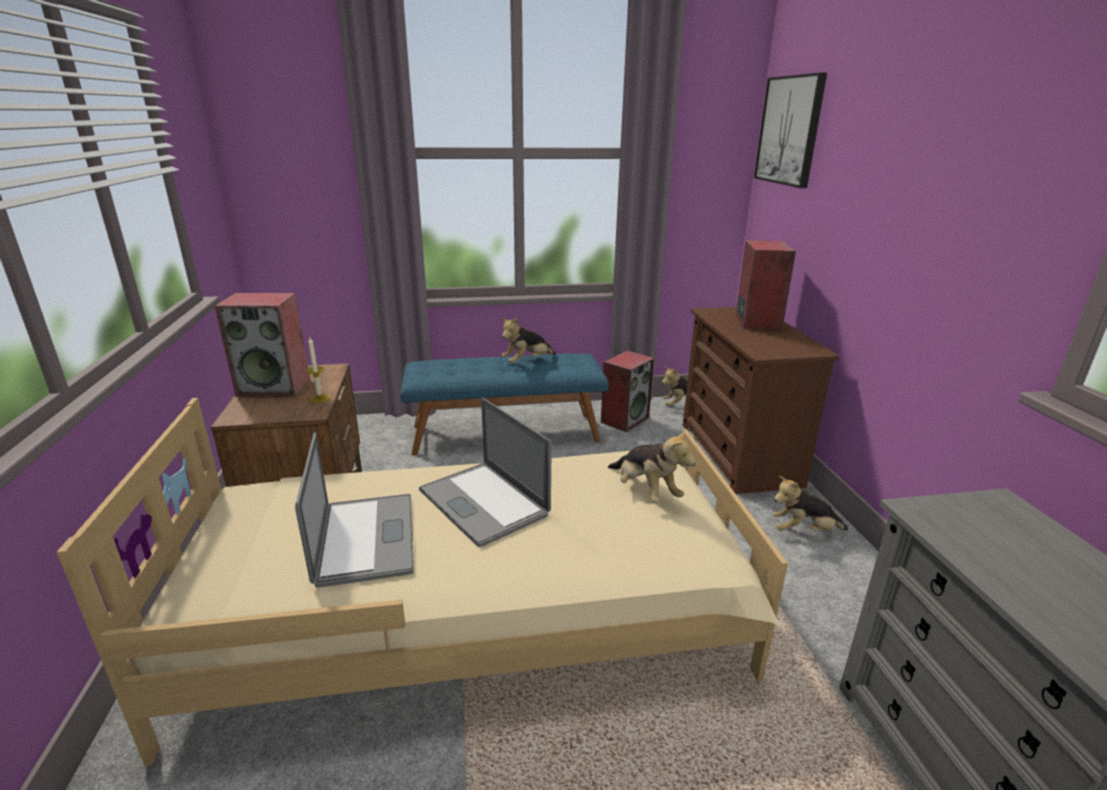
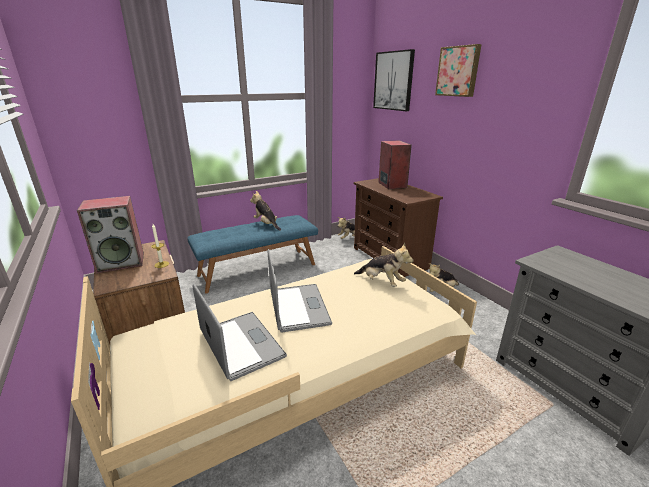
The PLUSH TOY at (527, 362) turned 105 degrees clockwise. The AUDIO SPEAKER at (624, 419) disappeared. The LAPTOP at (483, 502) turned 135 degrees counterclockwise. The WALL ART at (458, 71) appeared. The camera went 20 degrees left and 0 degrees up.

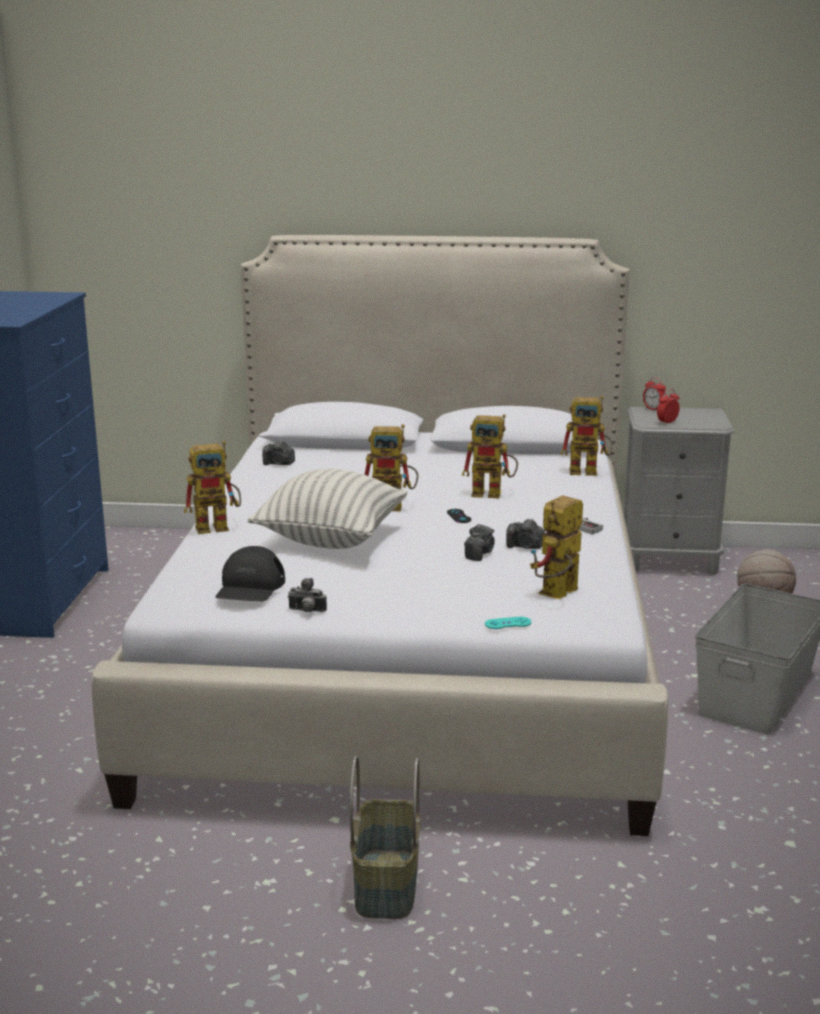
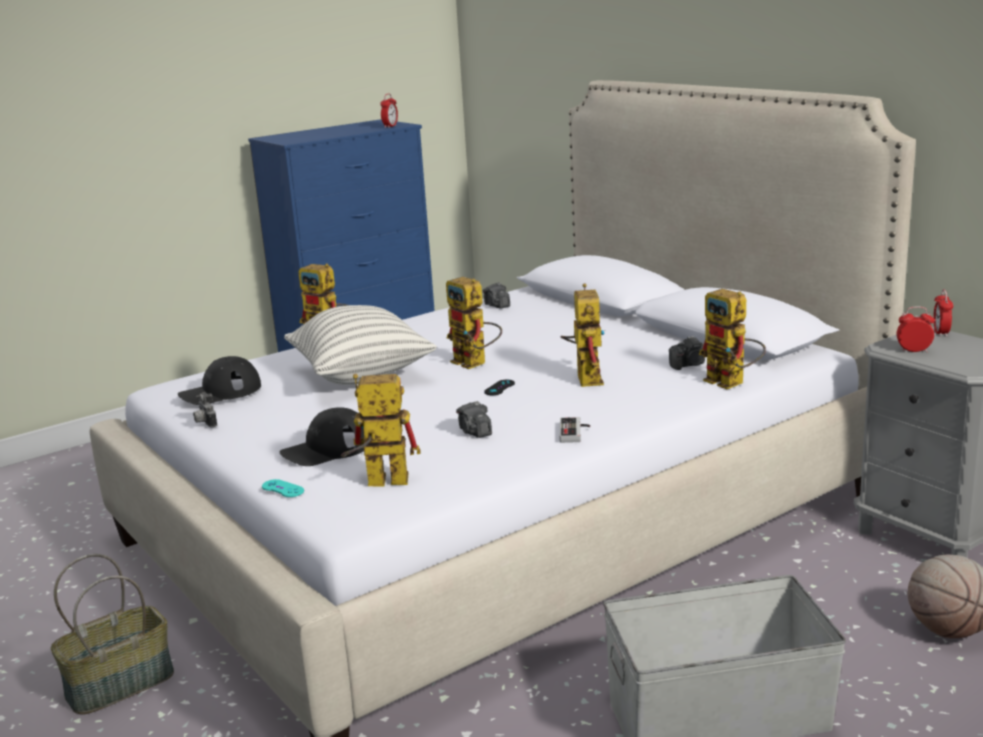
The MODEL ROBOT at (493, 493) turned 150 degrees counterclockwise. The STILL CAMERA moved from (479, 554) to (689, 365). The BEDSIDE CLOCK at (390, 126) appeared. The BLACK PEAKED CAP at (327, 449) appeared. The camera went 50 degrees right and 0 degrees up.

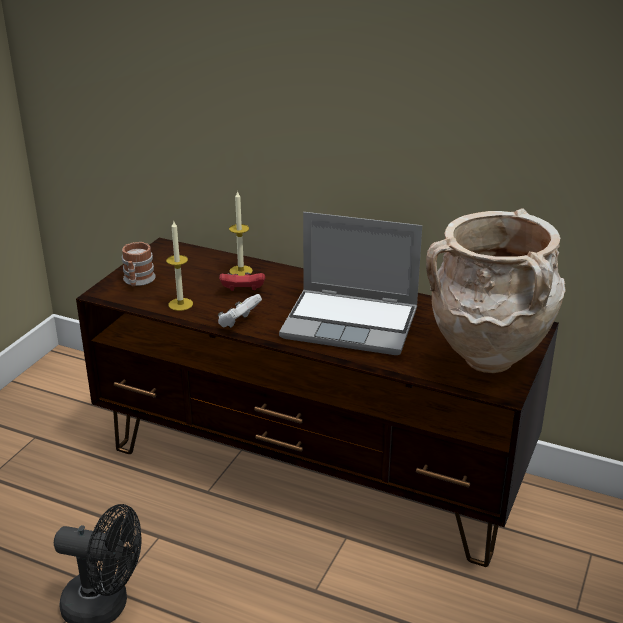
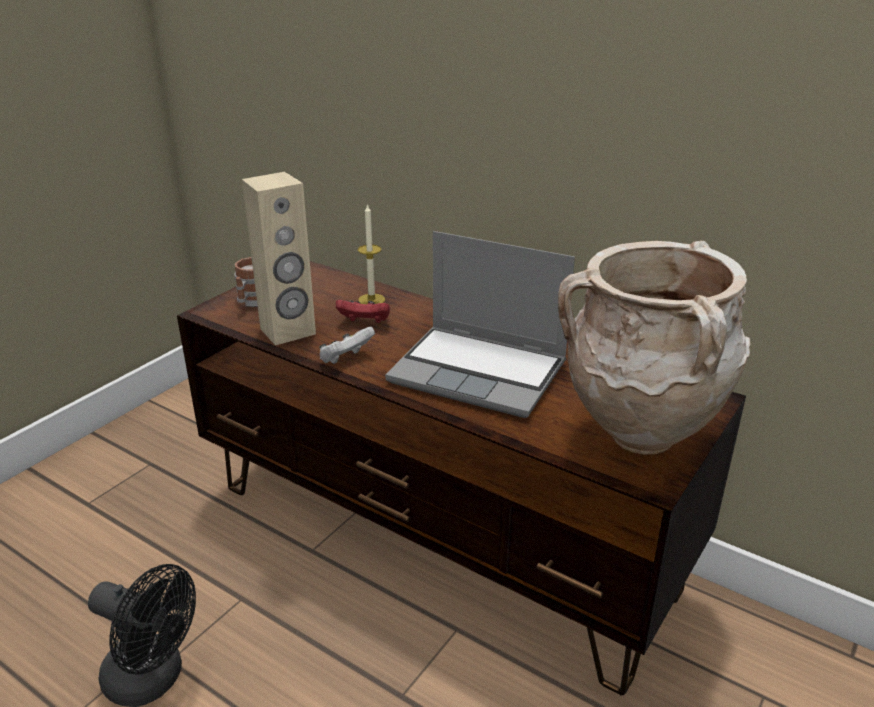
The CANDLE at (180, 304) was replaced by the BEIGE-COLOURED AUDIO SPEAKER at (288, 331). The camera went 10 degrees right and 0 degrees up.

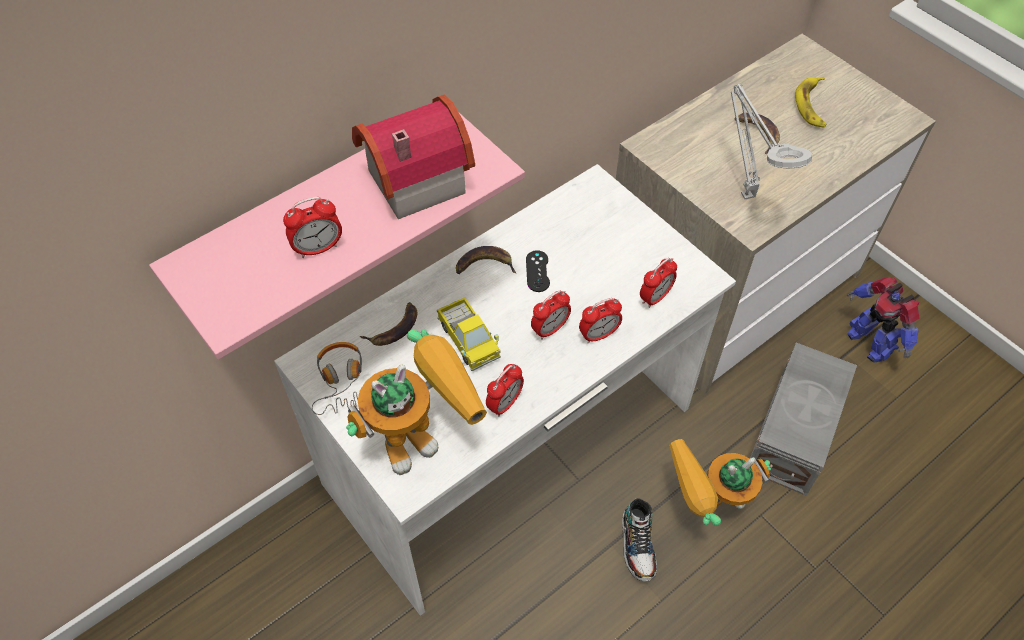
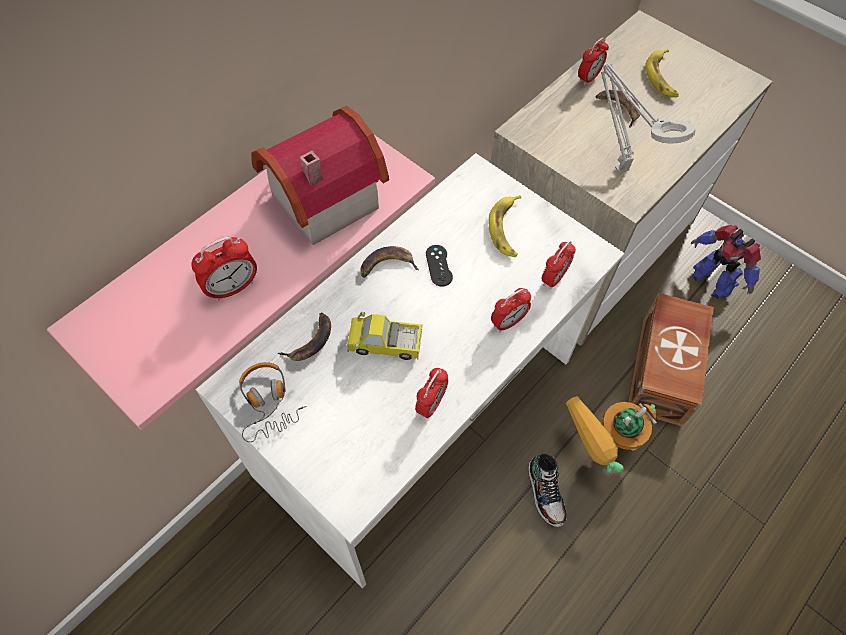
The BEDSIDE CLOCK moved from (550, 329) to (588, 78). The TOY LORRY at (468, 340) turned 135 degrees clockwise. The MODEL ROBOT at (422, 432) disappeared. The GRAY STORAGE BOX at (795, 432) became the BROWN-COLOURED STORAGE BOX at (663, 370). The WHOLE BANANA at (506, 229) appeared. The camera went 10 degrees left and 5 degrees up.

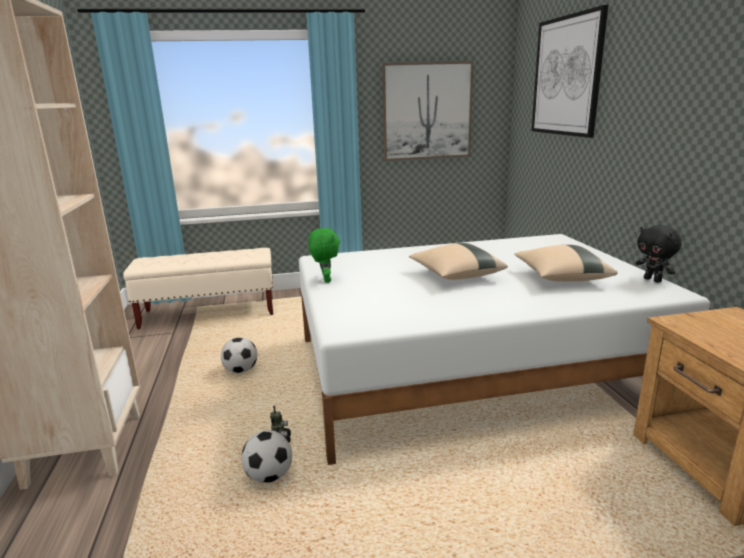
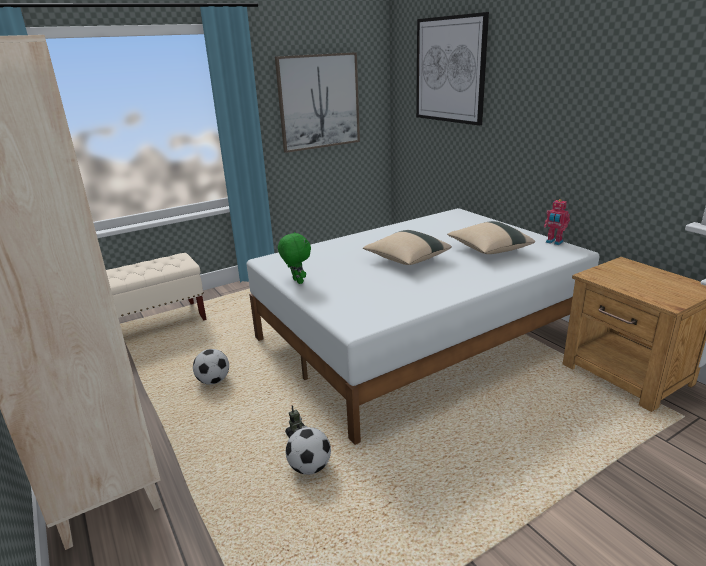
The BLACK PLUSH TOY at (653, 280) was replaced by the MODEL ROBOT at (554, 242). The camera went 20 degrees left and 5 degrees up.

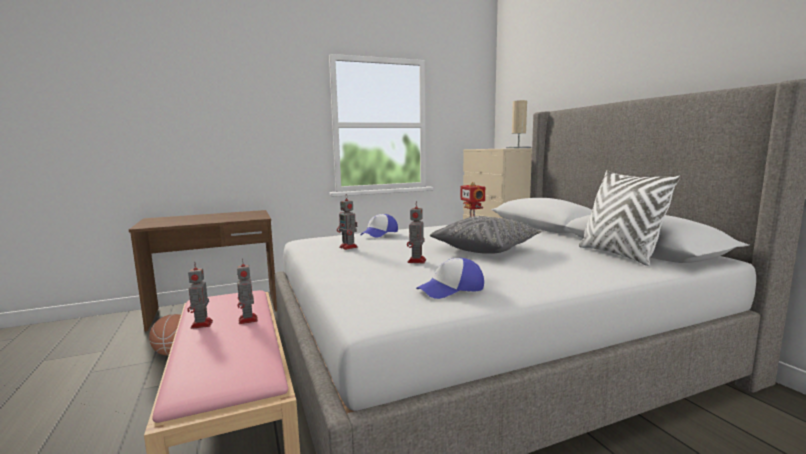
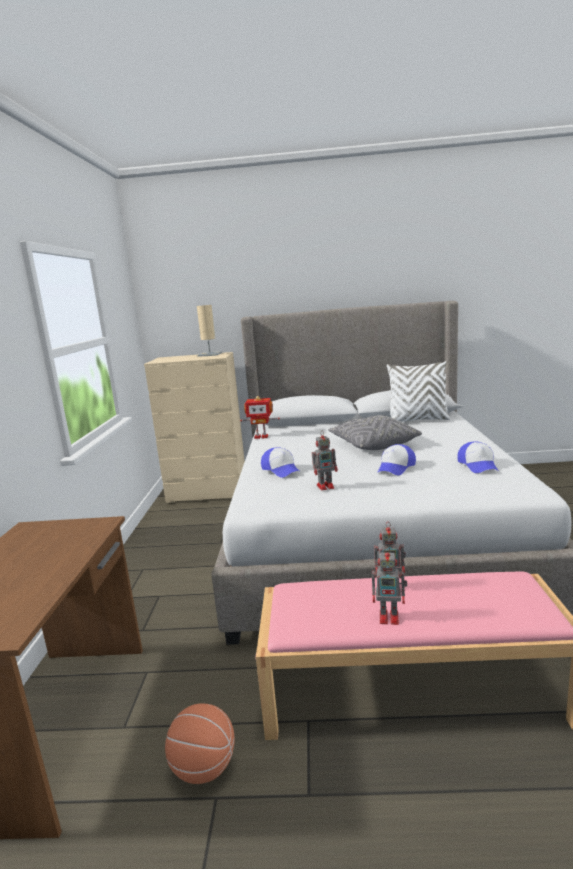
The MODEL ROBOT at (416, 261) was replaced by the PEAKED CAP at (396, 467). The camera went 65 degrees left and 5 degrees up.

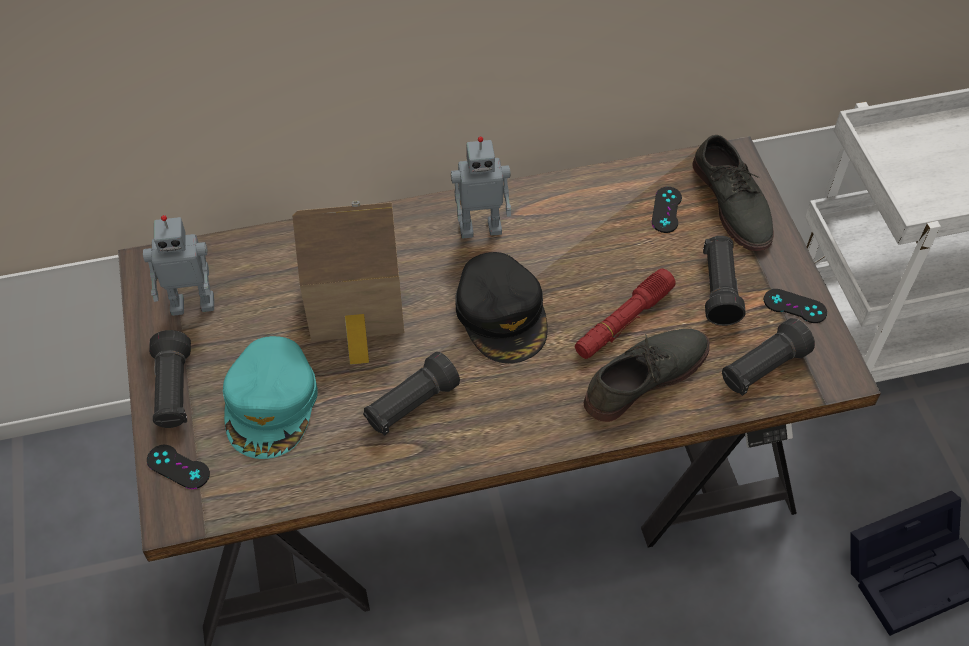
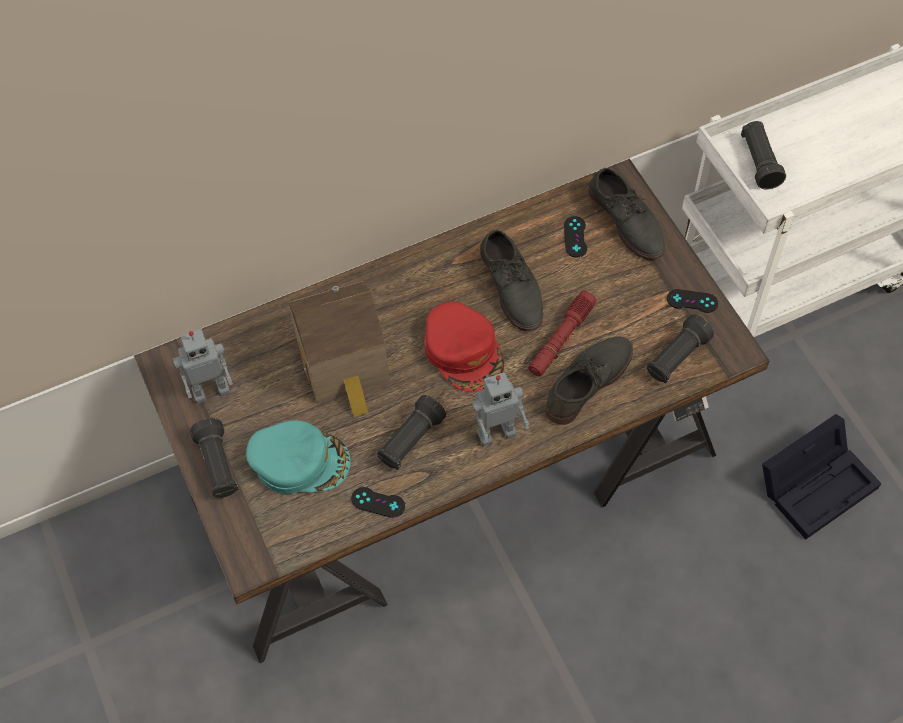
The MODEL ROBOT moved from (480, 227) to (496, 432). The BLACK TORCH moved from (719, 289) to (759, 162). The BLACK PEAKED CAP at (502, 314) became the RED-COLOURED PEAKED CAP at (464, 351). The BLUE-GREEN PEAKED CAP at (271, 403) turned 75 degrees counterclockwise. The BLACK JOYPAD moved from (178, 467) to (378, 502). The GRAY SHOE at (512, 286) appeared. The camera went 10 degrees left and 5 degrees up.

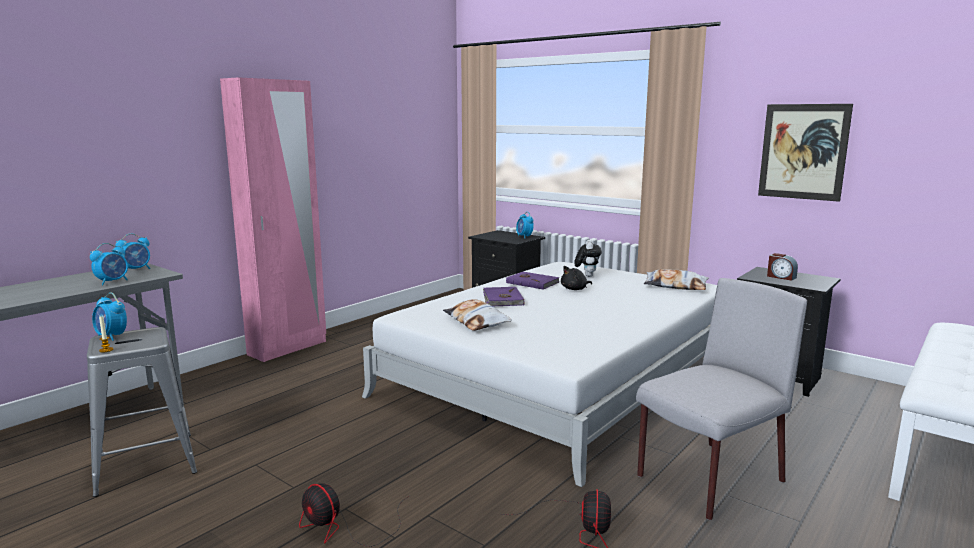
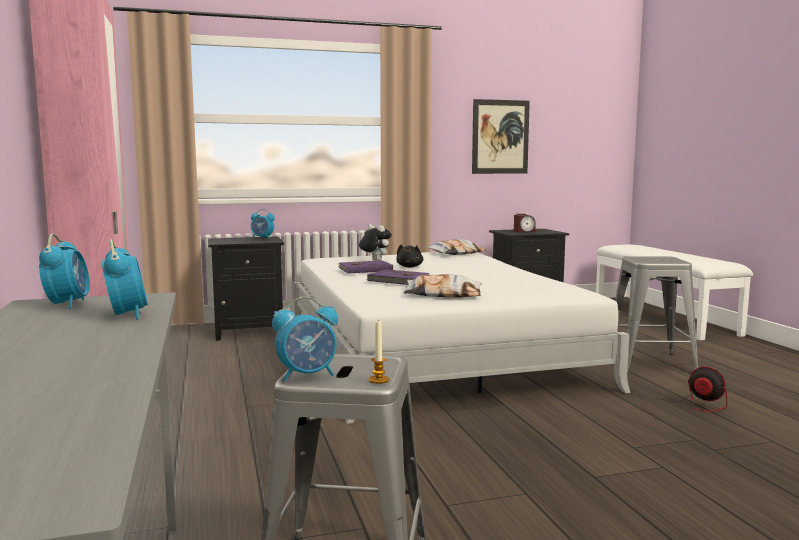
The GRAY UPRIGHT CHAIR at (708, 480) was replaced by the GRAY STOOL at (649, 363). The COOLING FAN at (345, 528) disappeared. The camera went 55 degrees left and 5 degrees down.

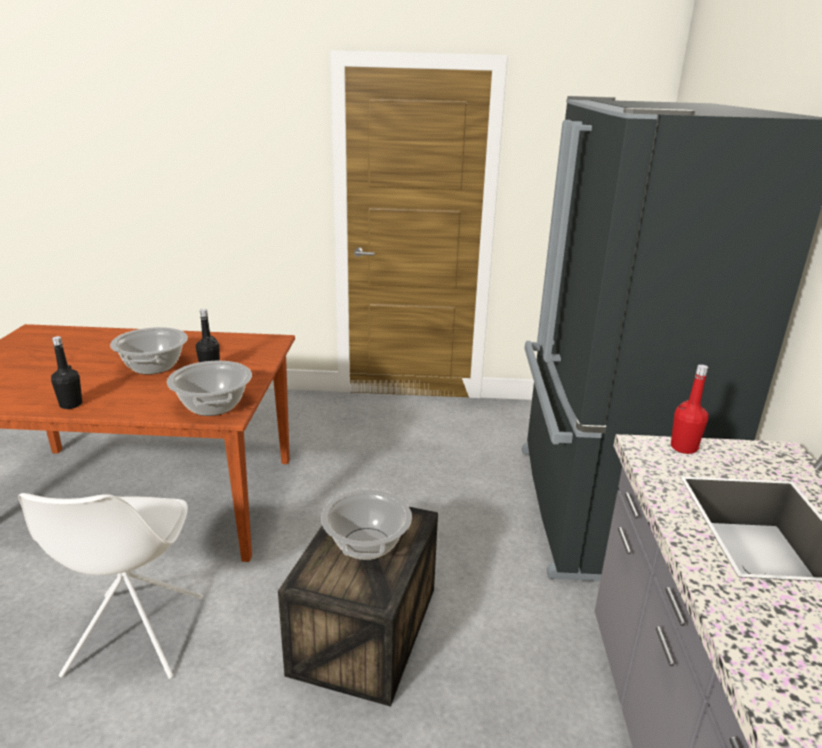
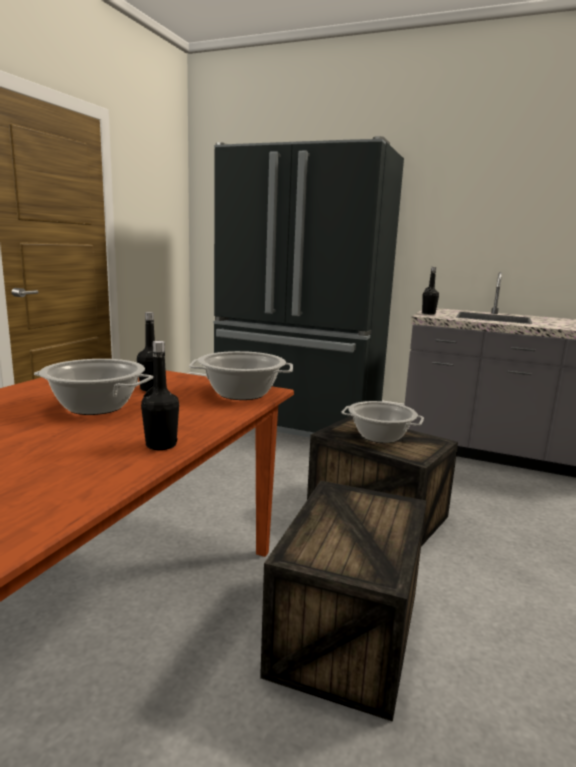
The RED-COLOURED DRINK BOTTLE at (683, 448) became the BLACK DRINK BOTTLE at (428, 313). The WHITE UPRIGHT CHAIR at (135, 637) was replaced by the CRATE at (346, 634). The camera went 70 degrees left and 10 degrees down.

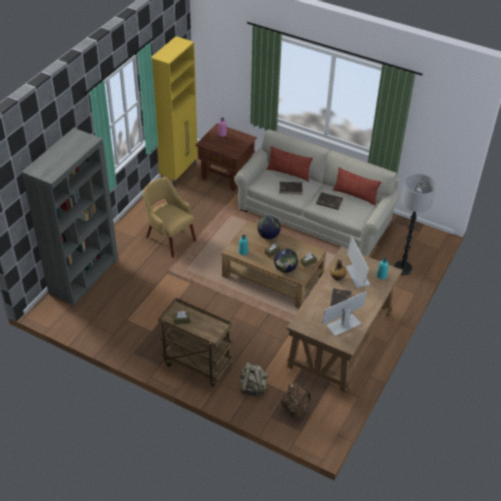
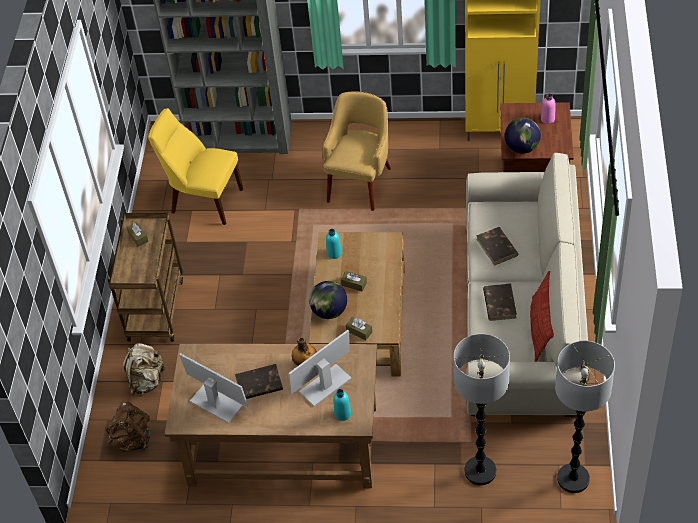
The THROW PILLOW at (288, 173) disappeared. The GLOBE moved from (268, 235) to (522, 148). The YELLOW UPRIGHT CHAIR at (203, 200) appeared. The STANDING LAMP at (573, 479) appeared. The camera went 70 degrees right and 5 degrees up.

